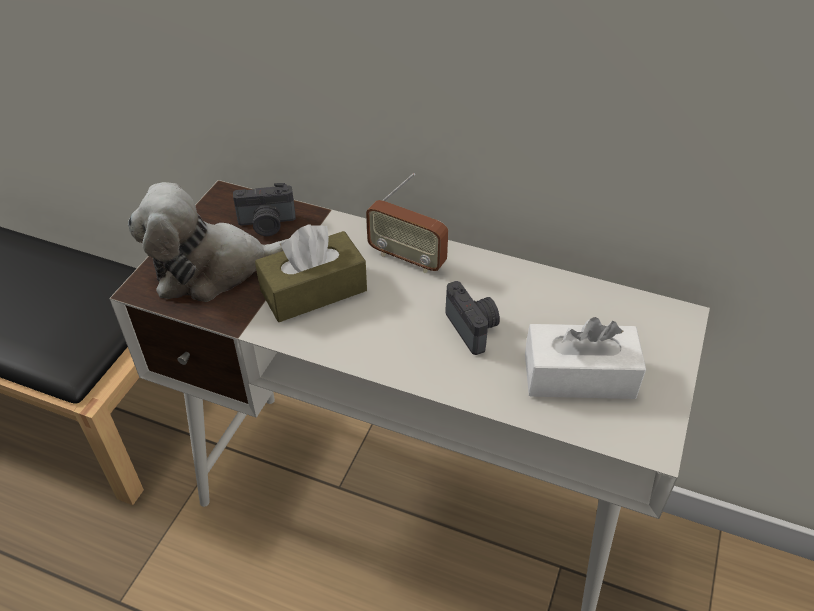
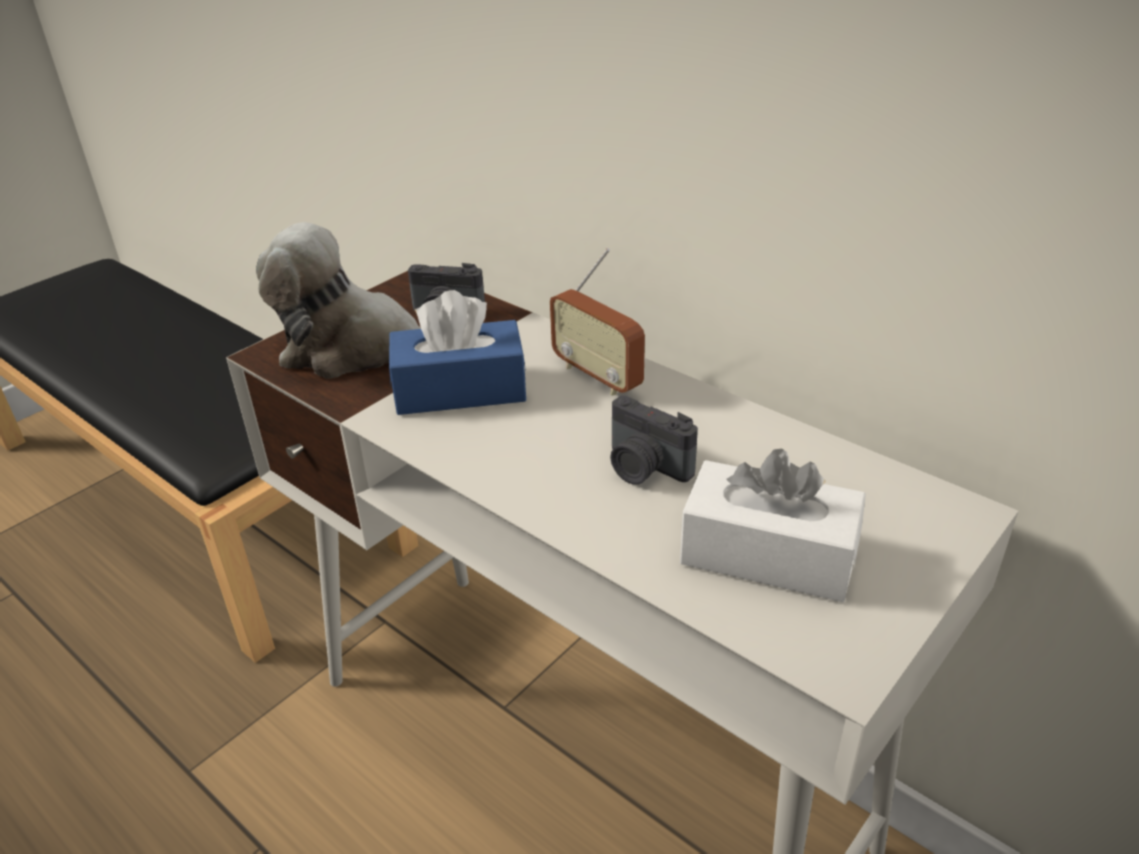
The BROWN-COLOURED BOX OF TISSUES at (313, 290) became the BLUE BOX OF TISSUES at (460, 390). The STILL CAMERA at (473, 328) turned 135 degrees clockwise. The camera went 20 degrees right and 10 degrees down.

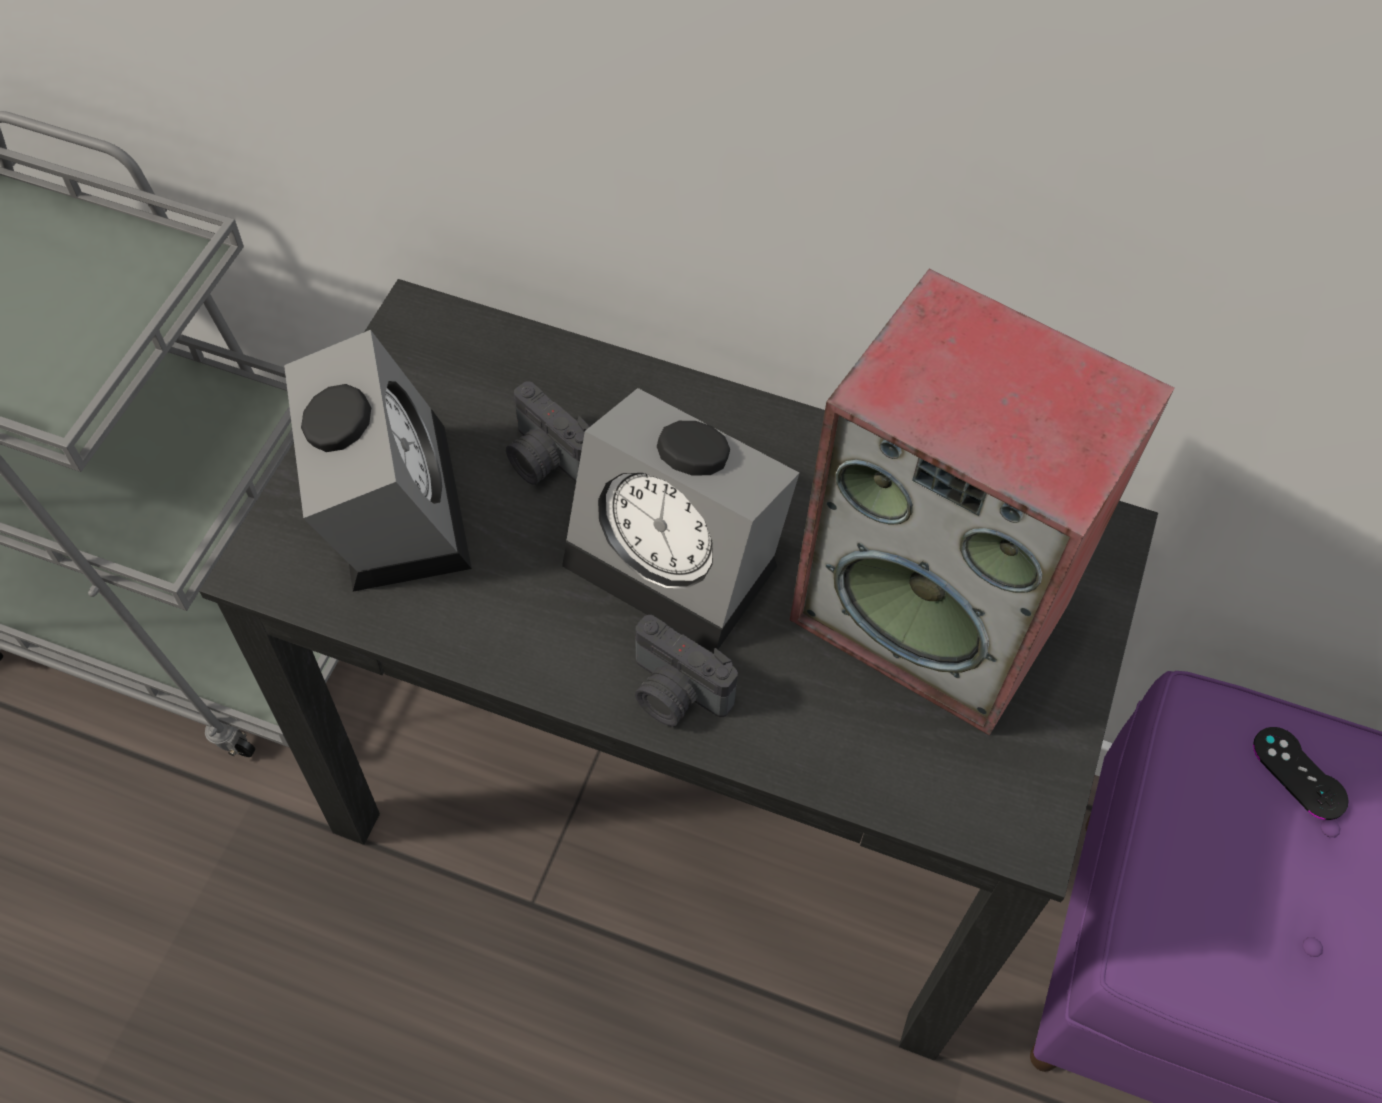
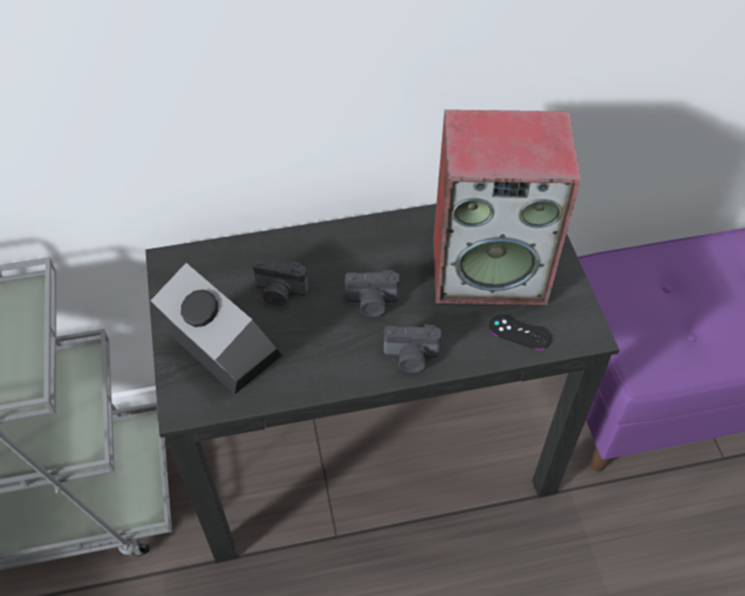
The BEDSIDE CLOCK at (681, 561) was replaced by the STILL CAMERA at (372, 303). The BLACK JOYPAD moved from (1299, 773) to (520, 332). The camera went 30 degrees left and 5 degrees down.

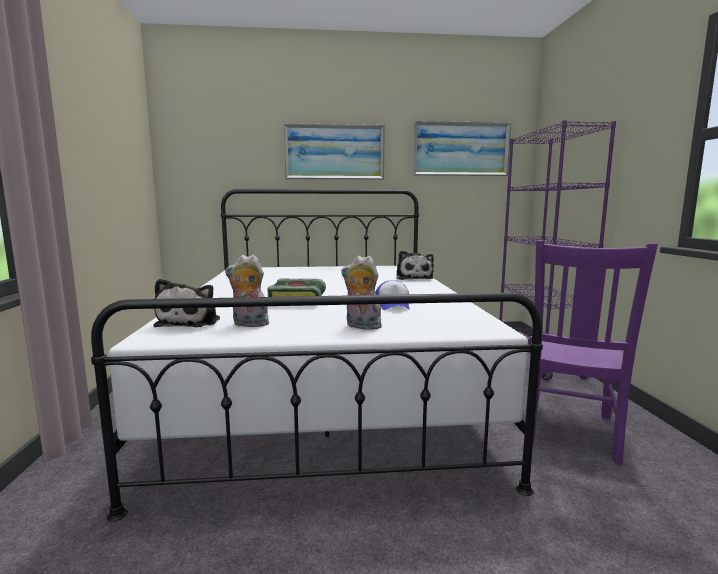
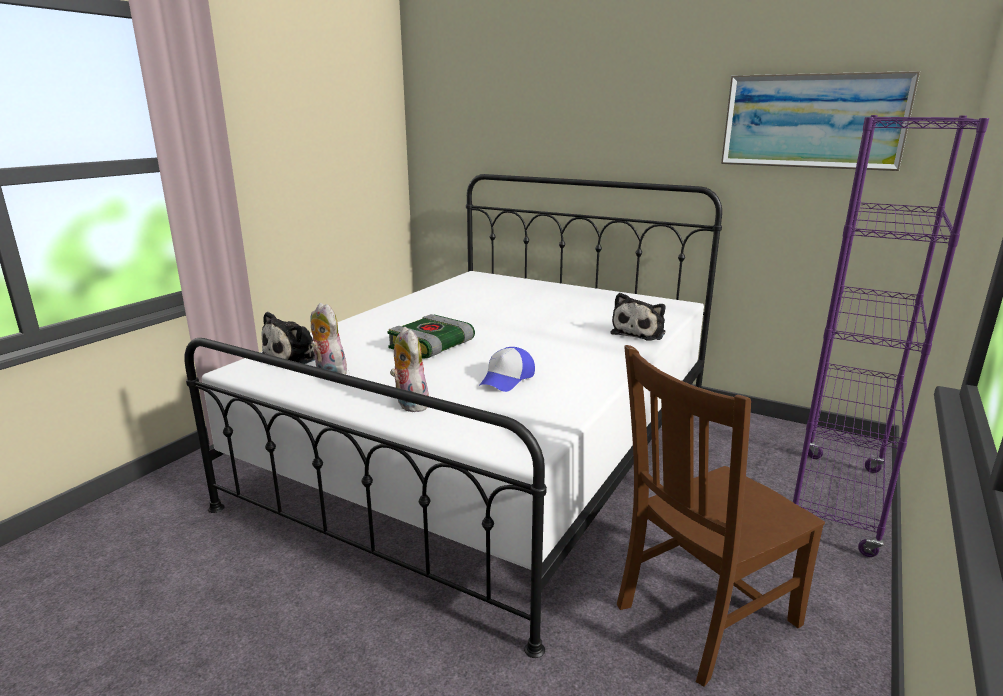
The WALL ART at (334, 152) disappeared. The PURPLE UPRIGHT CHAIR at (569, 432) became the BROWN-COLOURED UPRIGHT CHAIR at (702, 617). The camera went 35 degrees right and 10 degrees up.

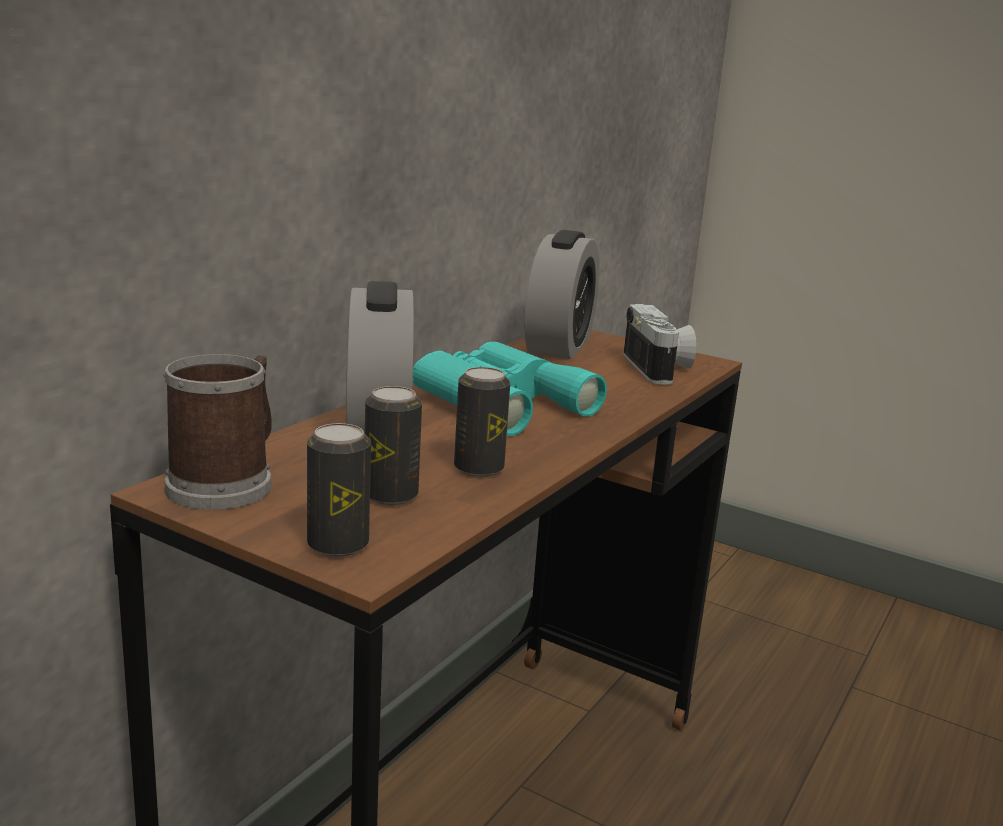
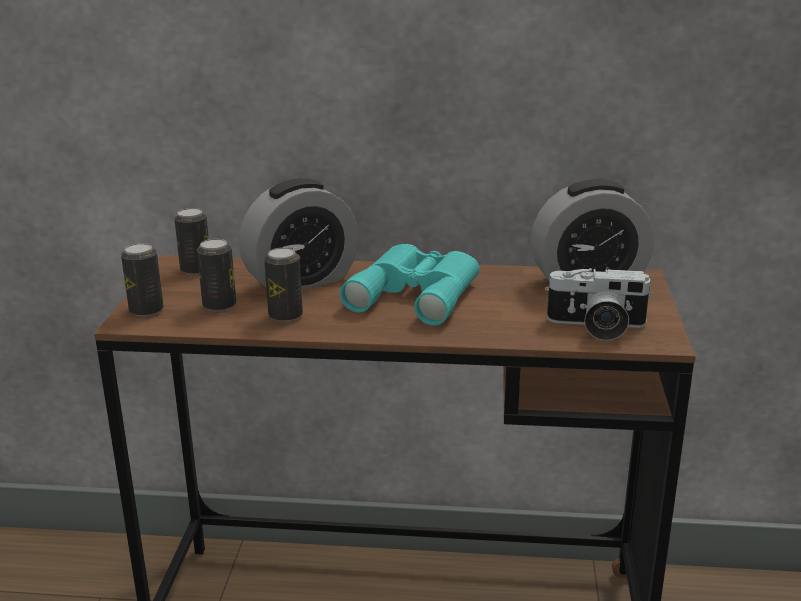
The STILL CAMERA at (660, 369) turned 45 degrees clockwise. The MUG at (227, 483) was replaced by the METAL CAN at (196, 270). The camera went 65 degrees right and 5 degrees up.

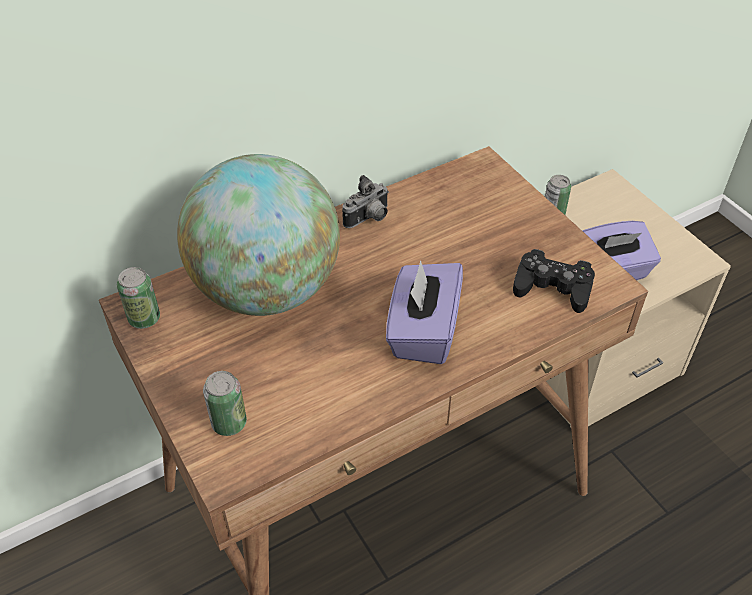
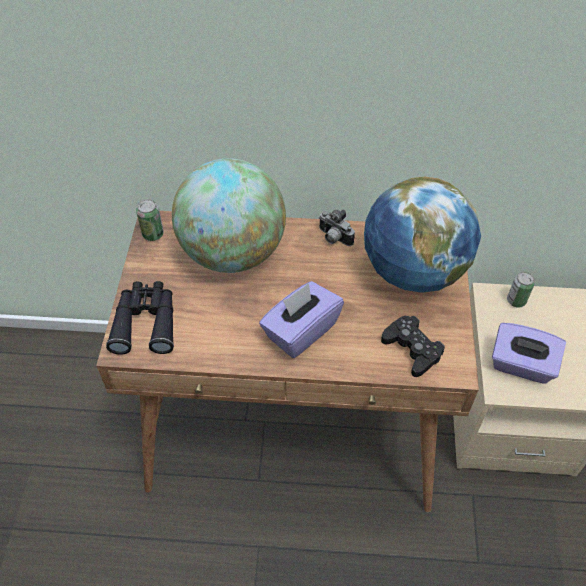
The STILL CAMERA at (369, 219) turned 45 degrees clockwise. The METAL CAN at (229, 423) was replaced by the BLACK BINOCULARS at (146, 322). The GLOBE at (413, 272) appeared. The camera went 35 degrees right and 5 degrees up.

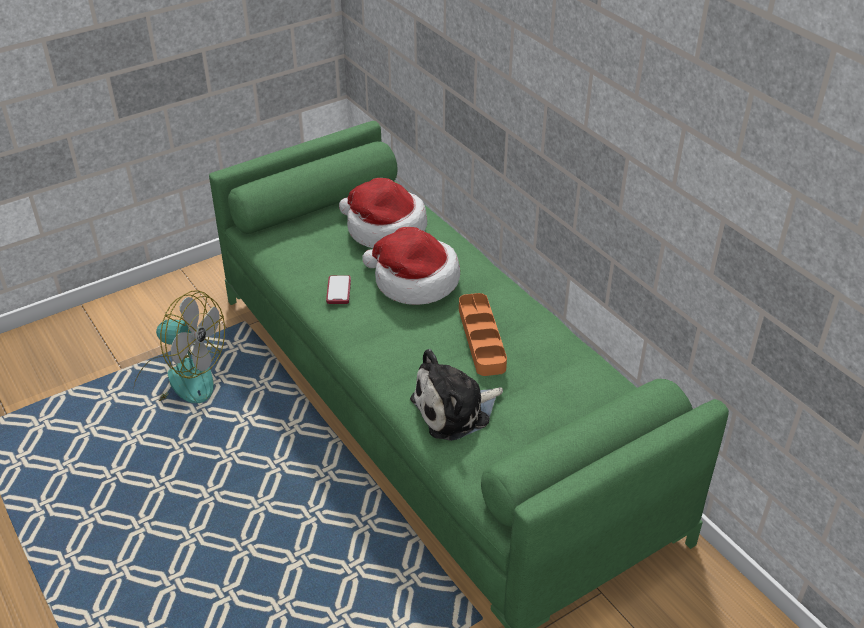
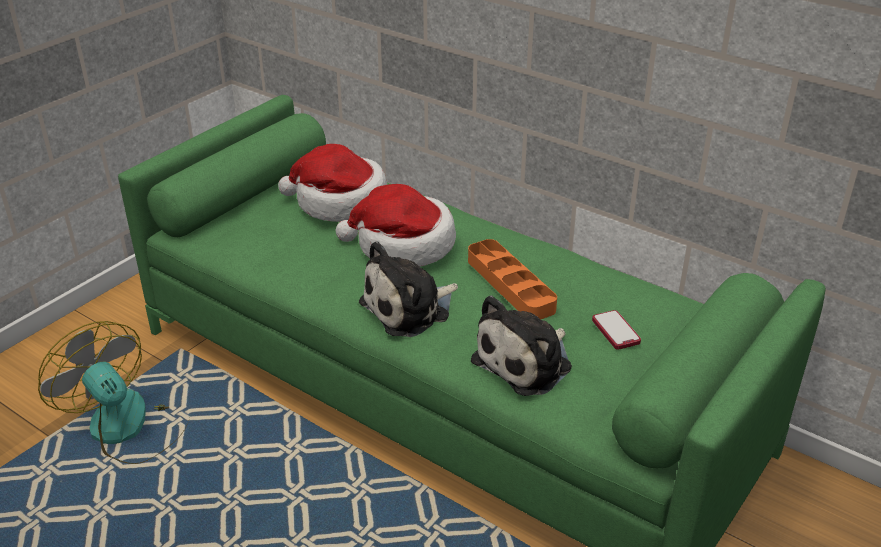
The TELEPHONE moved from (338, 291) to (615, 331). The COOLING FAN at (179, 378) turned 135 degrees counterclockwise. The PLUSH TOY at (410, 309) appeared. The camera went 20 degrees left and 5 degrees down.

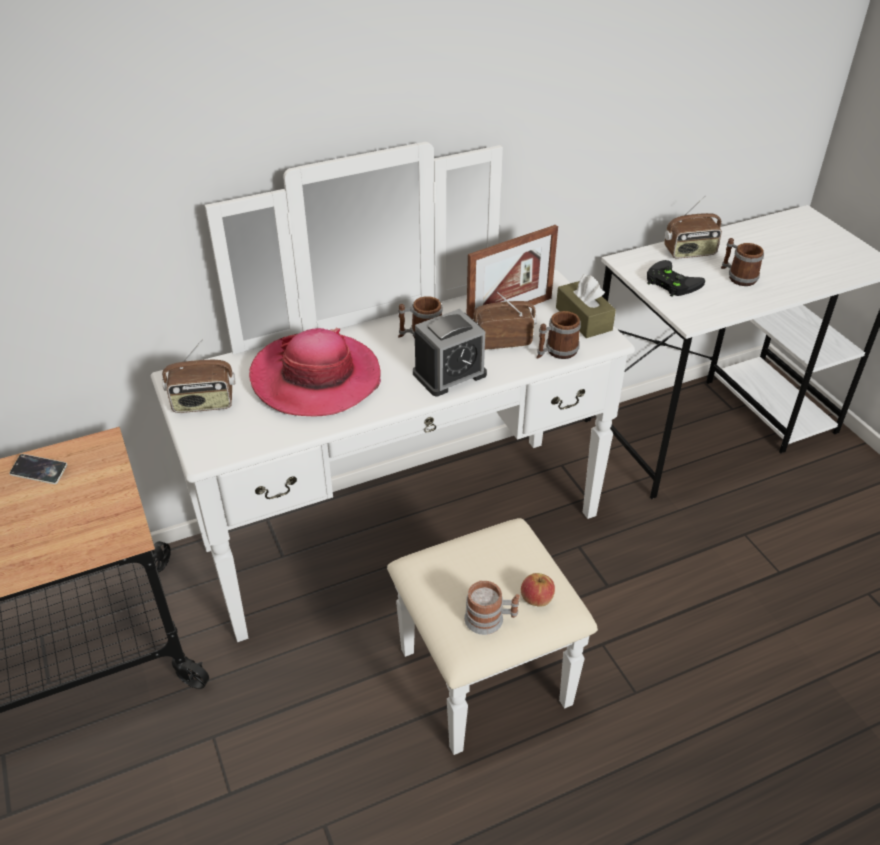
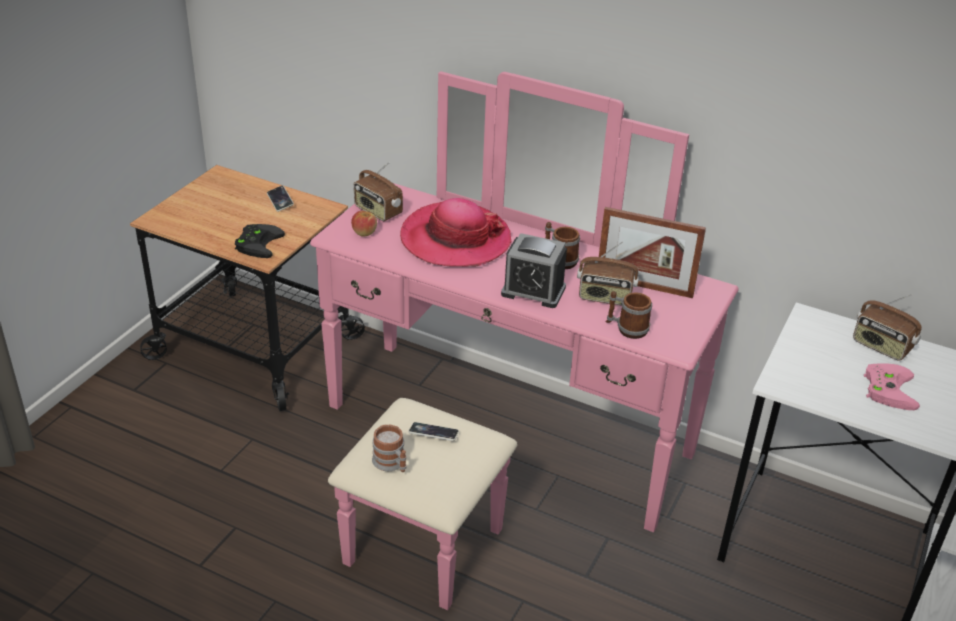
The WHITE DRESSER at (421, 560) became the PINK-COLOURED DRESSER at (492, 455). The MUG at (737, 276) was replaced by the PINK-COLOURED JOYPAD at (887, 388). The BLACK JOYPAD moved from (670, 282) to (257, 243). The BROWN-COLOURED BOX OF TISSUES at (583, 319) disappeared. The RADIO SET at (502, 340) turned 150 degrees clockwise. The WHOLE APPLE moved from (536, 598) to (364, 232). The TELEPHONE at (433, 434) appeared. The camera went 50 degrees right and 5 degrees down.

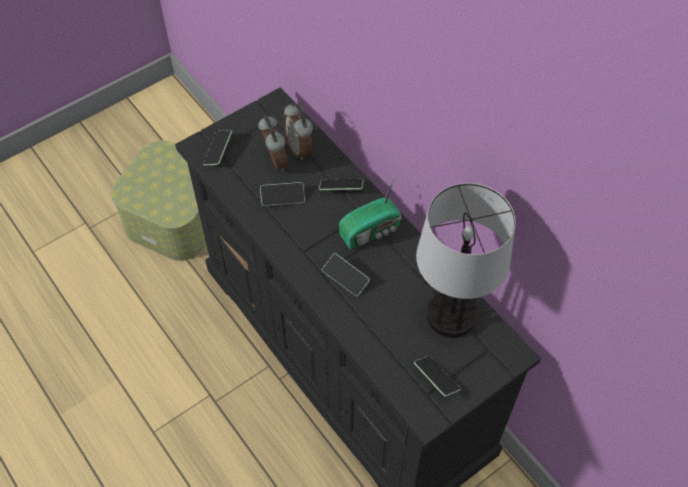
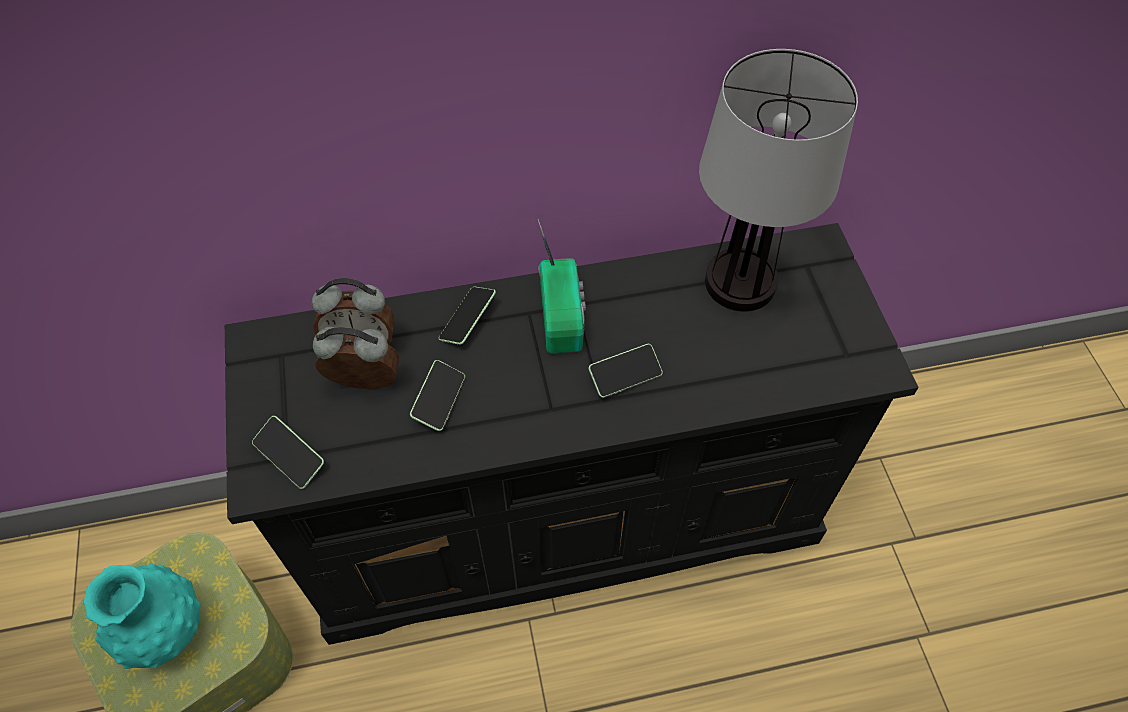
The TELEPHONE at (436, 378) disappeared. The BLUE-GREEN DECORATIVE VASE at (165, 631) appeared. The camera went 65 degrees left and 0 degrees up.

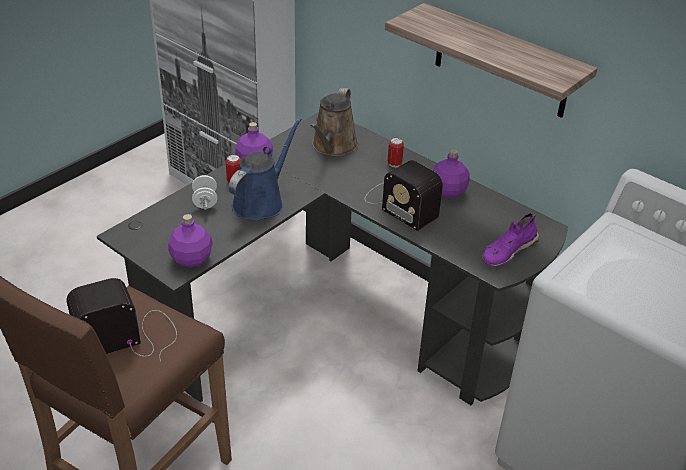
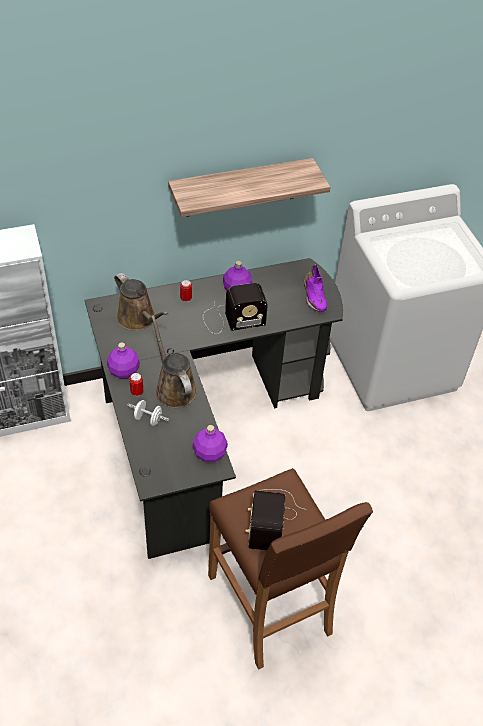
The BLUE WATERING CAN at (261, 202) became the BROWN-COLOURED WATERING CAN at (174, 388). The camera went 60 degrees left and 10 degrees up.

